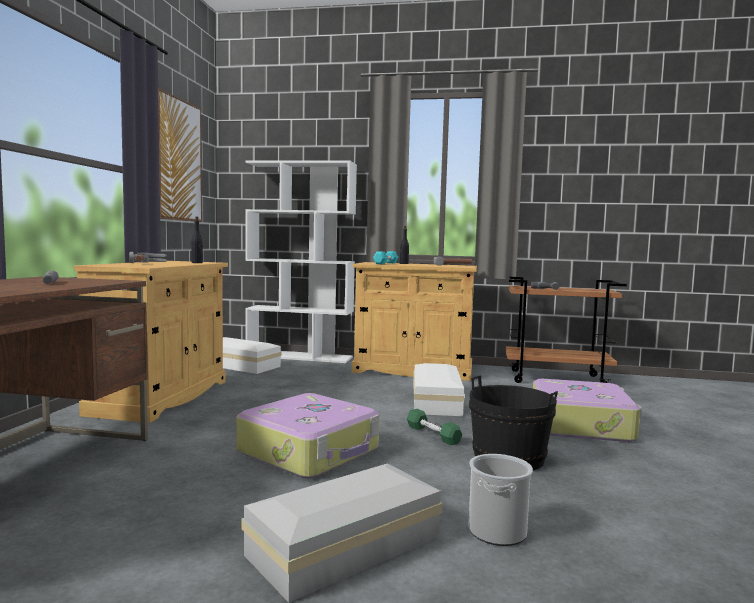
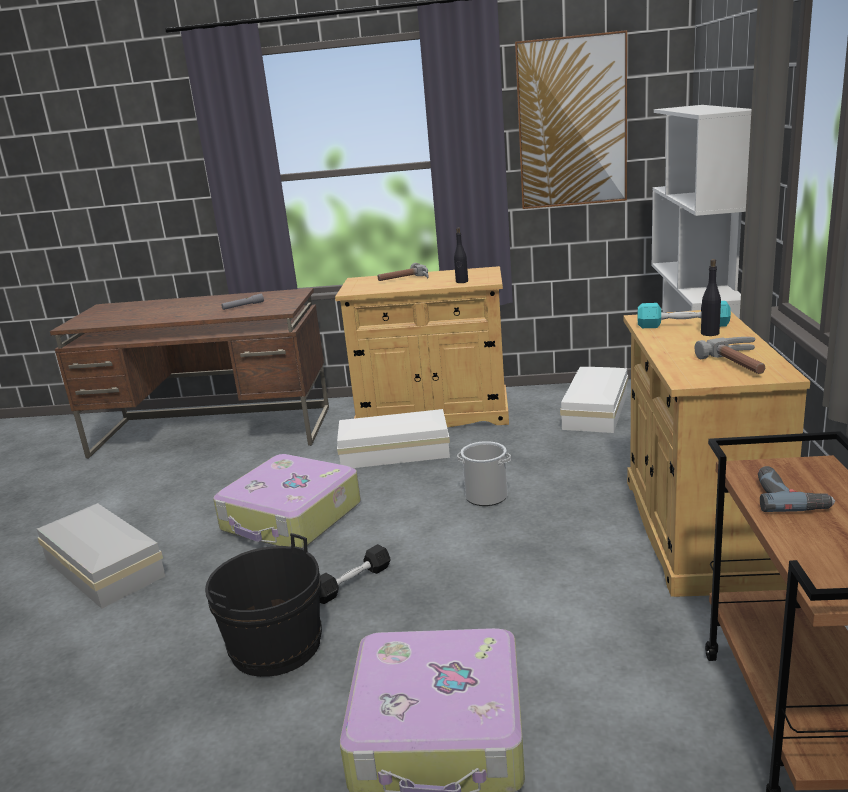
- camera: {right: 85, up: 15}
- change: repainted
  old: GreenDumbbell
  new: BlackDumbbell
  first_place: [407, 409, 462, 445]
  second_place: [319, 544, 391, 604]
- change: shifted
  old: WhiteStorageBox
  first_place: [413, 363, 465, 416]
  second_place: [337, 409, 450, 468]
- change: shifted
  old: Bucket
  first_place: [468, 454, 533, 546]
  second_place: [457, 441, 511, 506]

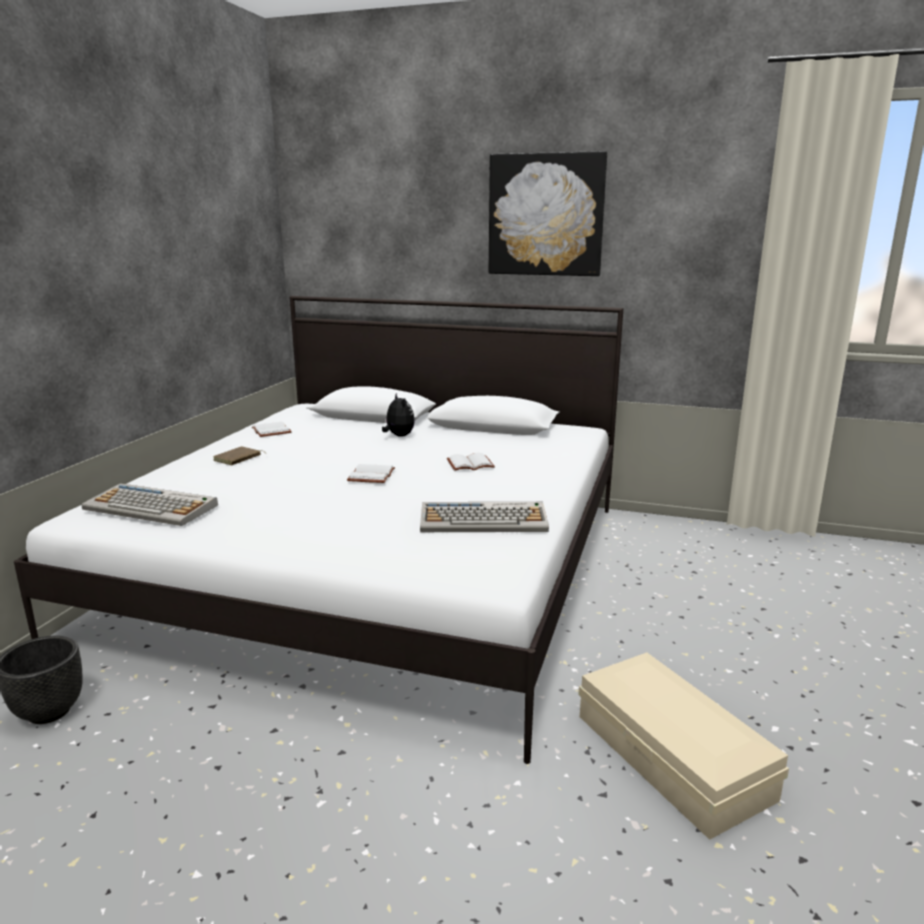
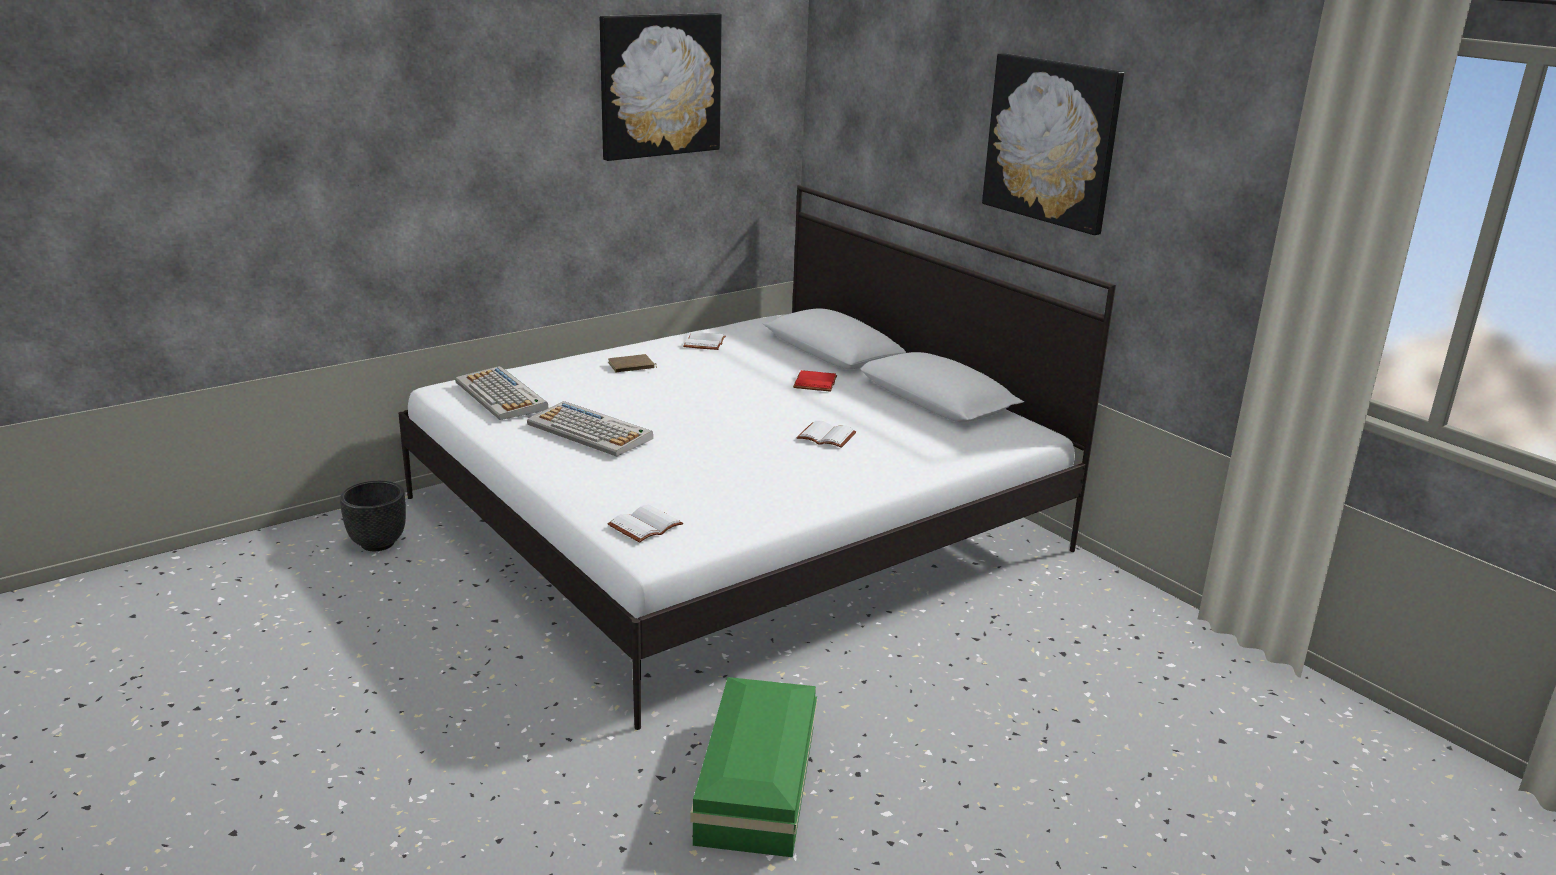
- camera: {right: 35, up: 5}
- change: shifted
  old: WhiteBook
  first_place: [347, 464, 395, 483]
  second_place: [608, 505, 683, 543]
- change: swapped
  old: PlushToy
  new: RedBook
  first_place: [382, 393, 415, 437]
  second_place: [793, 370, 837, 392]
- change: shifted
  old: Keyboard
  first_place: [420, 502, 549, 532]
  second_place: [527, 401, 653, 457]
- change: repainted
  old: BeigeStorageBox
  new: GreenStorageBox
  first_place: [578, 653, 789, 840]
  second_place: [690, 677, 817, 857]
- change: new
  new: Picture
  second_place: [600, 13, 722, 161]

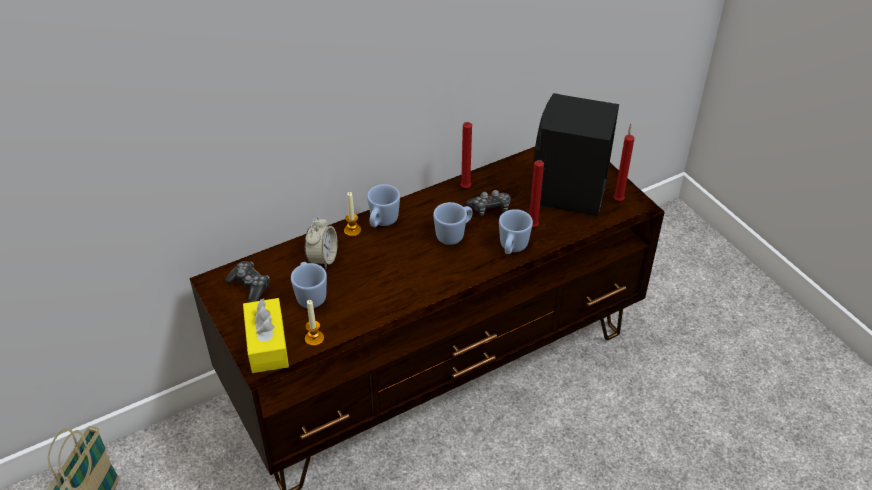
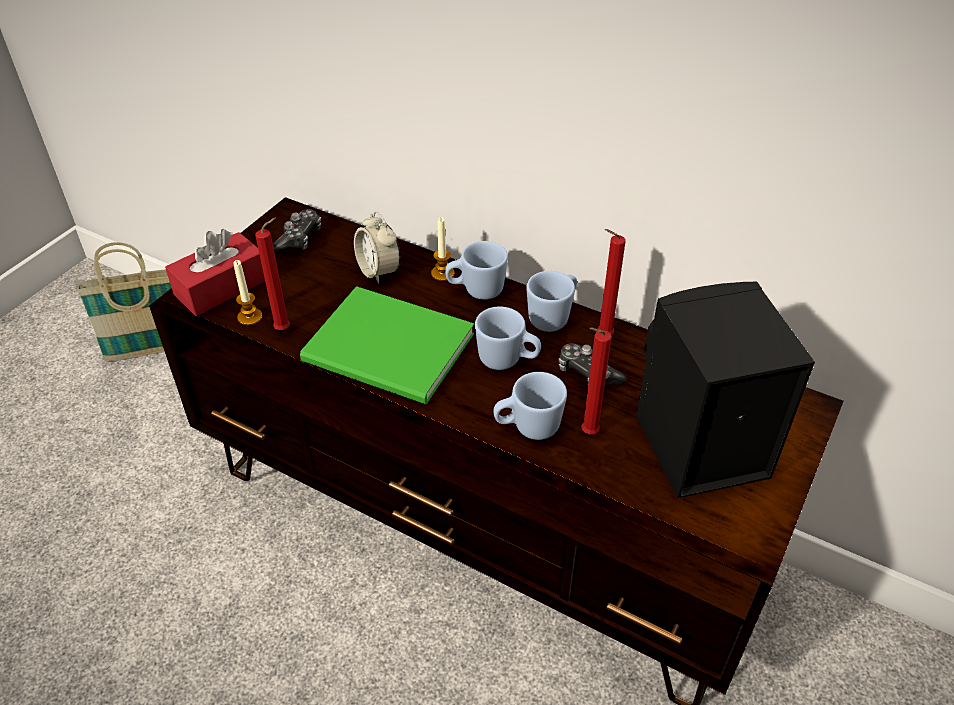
- camera: {right: 60, up: 0}
- change: repainted
  old: YellowTissueBox
  new: RedTissueBox
  first_place: [243, 298, 289, 373]
  second_place: [165, 229, 265, 316]
- change: shifted
  old: BlueMug
  first_place: [291, 262, 327, 308]
  second_place: [526, 271, 577, 332]
- change: rotated
  old: AlarmClock
  first_place: [305, 216, 338, 269]
  second_place: [354, 211, 400, 284]
  degrees: 75
- change: shifted
  old: RedCandle
  first_place: [613, 124, 635, 201]
  second_place: [255, 218, 290, 330]
- change: new
  new: GreenBook
  second_place: [300, 286, 474, 405]

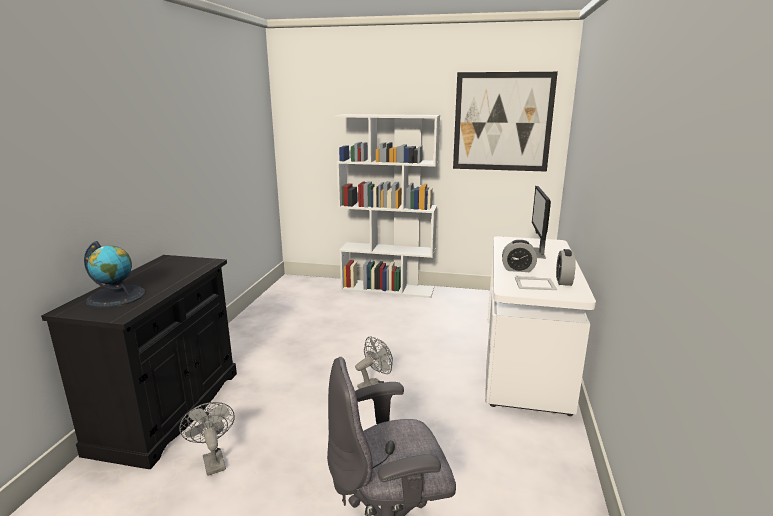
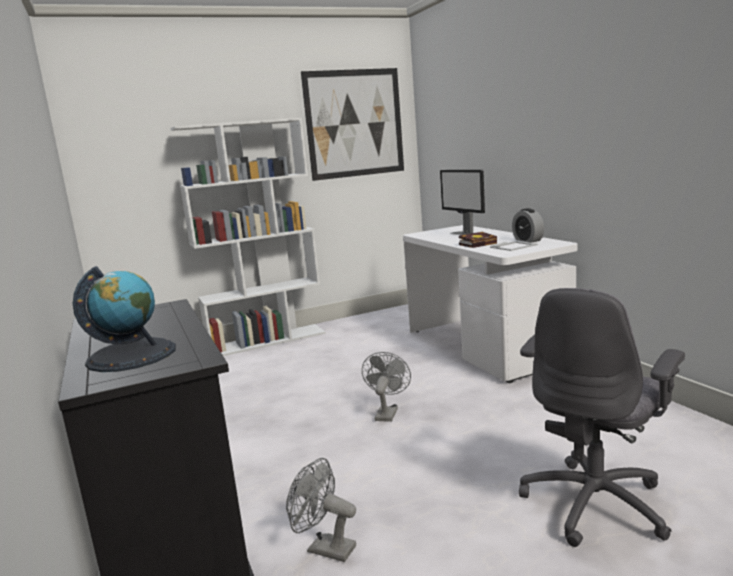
- camera: {right: -35, up: -5}
- change: swapped
  old: AlarmClock
  new: Book
  first_place: [502, 240, 537, 272]
  second_place: [459, 232, 497, 248]

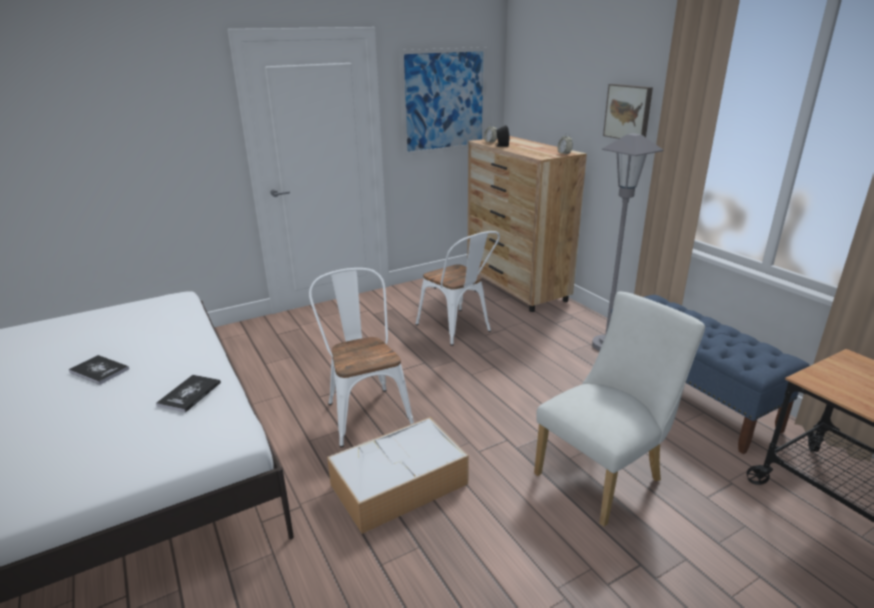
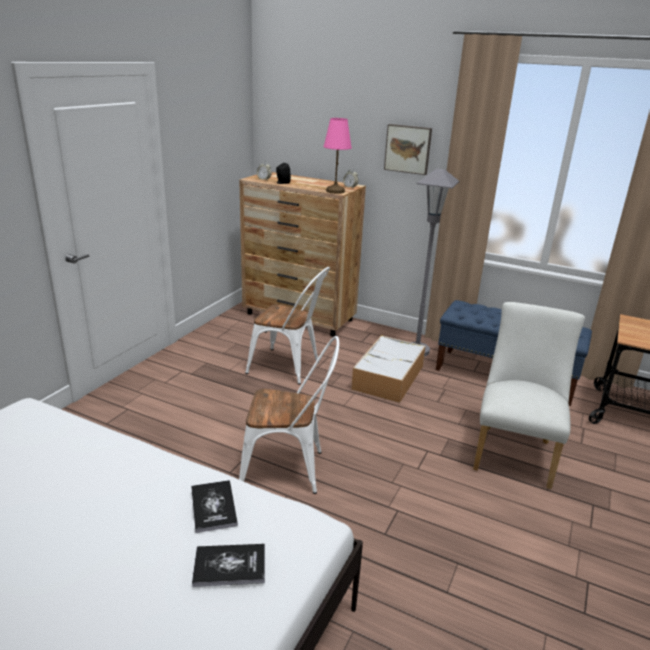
- camera: {right: -35, up: 0}
- change: shifted
  old: Book
  first_place: [68, 355, 129, 385]
  second_place: [192, 544, 265, 587]
- change: rotated
  old: WhiteChair
  first_place: [309, 268, 414, 447]
  second_place: [239, 336, 339, 494]
  degrees: 150
- change: shifted
  old: StorageBox
  first_place: [327, 417, 469, 534]
  second_place: [351, 335, 426, 403]
- change: gone
  old: Picture
  first_place: [399, 47, 487, 156]
- change: new
  new: PinkTableLamp
  second_place: [324, 118, 352, 194]

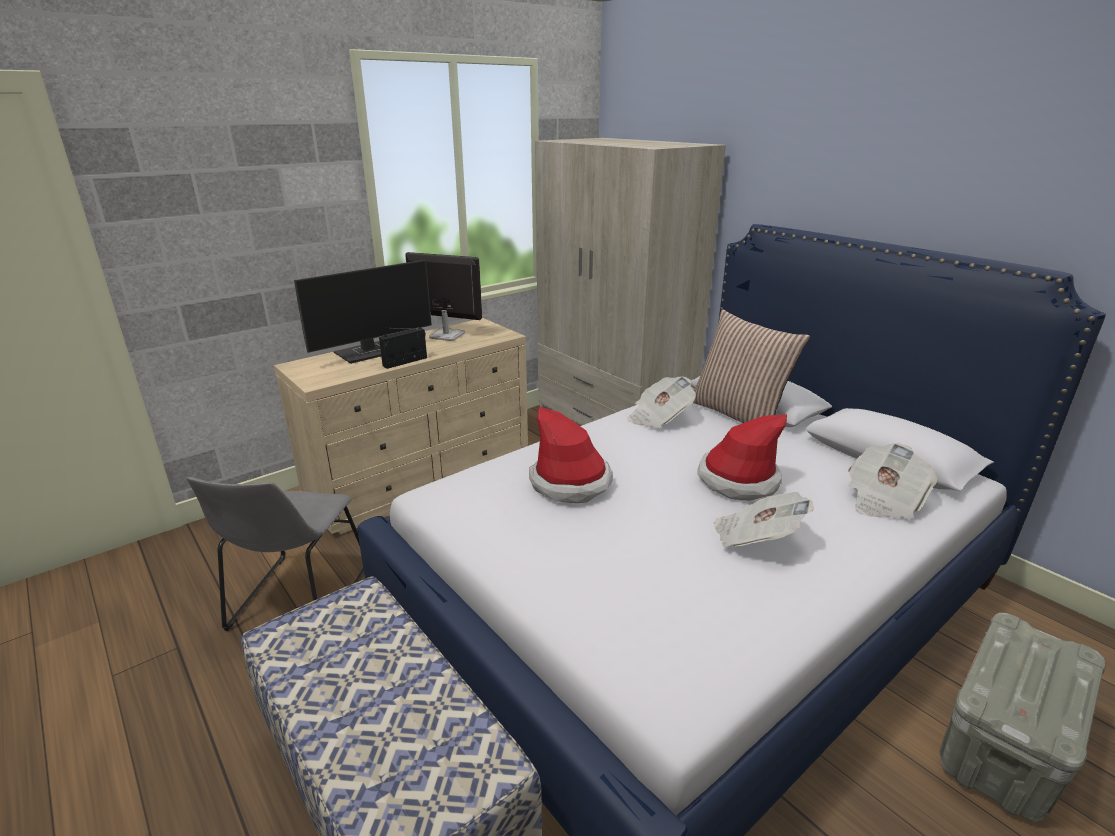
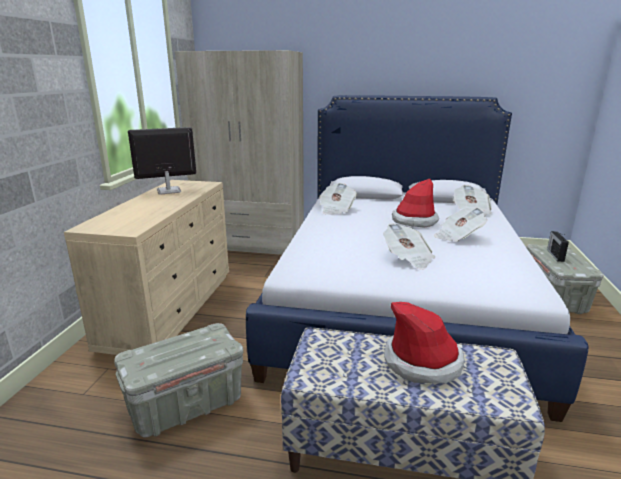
- camera: {right: -40, up: -5}
- change: swapped
  old: GreyChair
  new: GreyStorageBox
  first_place: [186, 477, 364, 631]
  second_place: [114, 323, 243, 438]
- change: gone
  old: Monitor
  first_place: [294, 260, 432, 364]
- change: shifted
  old: Radio
  first_place: [379, 327, 427, 369]
  second_place: [547, 231, 569, 262]
- change: shifted
  old: Hat
  first_place: [529, 407, 613, 503]
  second_place: [384, 302, 464, 383]
- change: gone
  old: Pillow
  first_place: [693, 309, 810, 423]
- change: new
  new: Newspaper
  second_place: [383, 223, 435, 270]

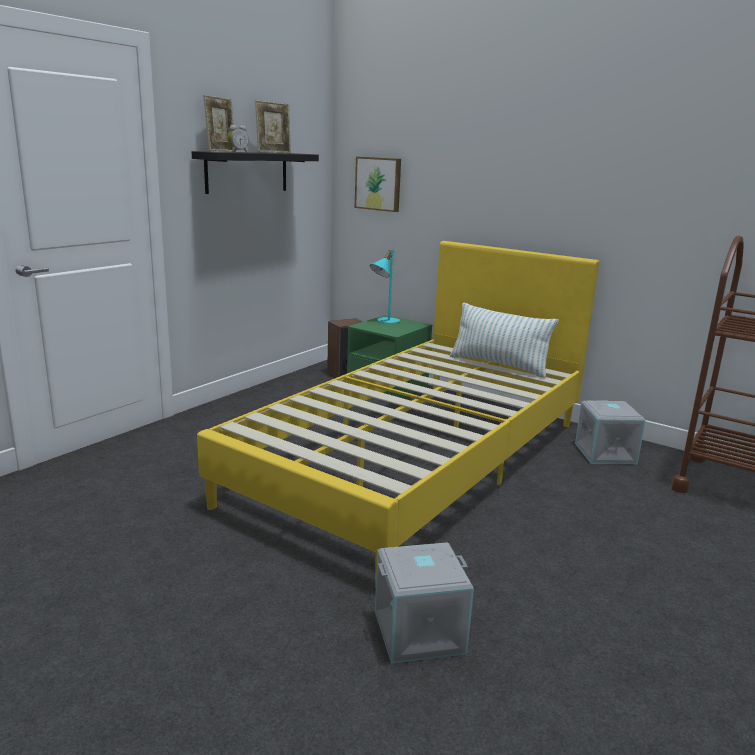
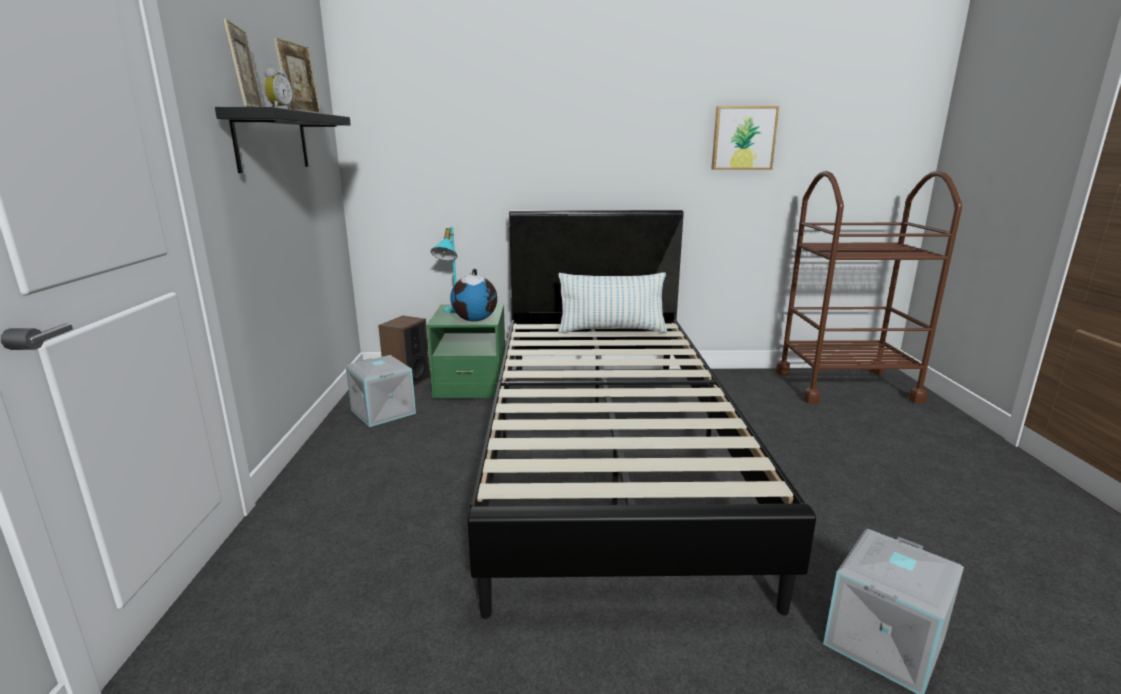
- camera: {right: -35, up: 0}
- change: repainted
  old: YellowBed
  new: BlackBed
  first_place: [197, 241, 599, 588]
  second_place: [468, 210, 816, 619]
- change: shifted
  old: Picture
  first_place: [355, 157, 401, 212]
  second_place: [711, 106, 779, 170]
- change: shifted
  old: GreyStorageBox
  first_place: [575, 400, 646, 464]
  second_place: [346, 355, 416, 427]
- change: new
  new: Globe
  second_place: [450, 268, 497, 322]

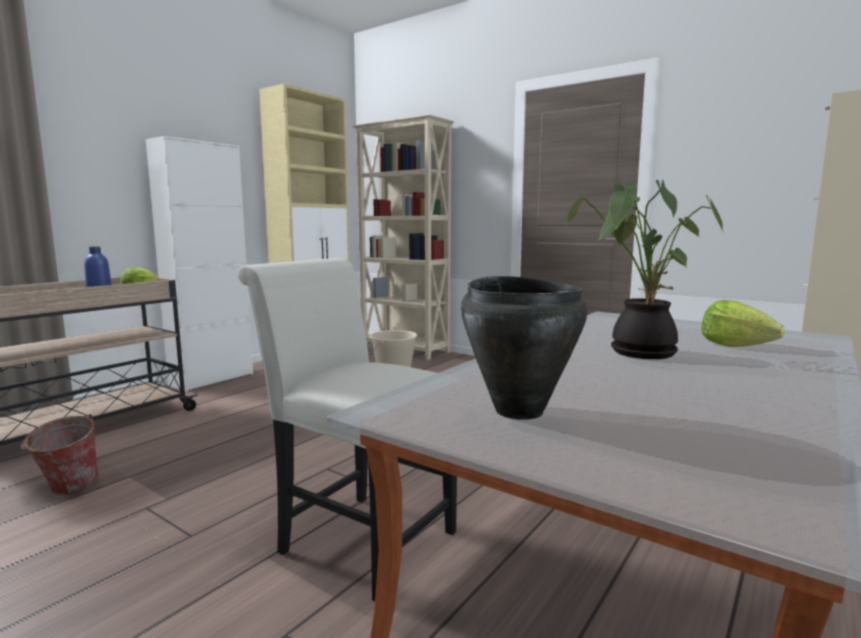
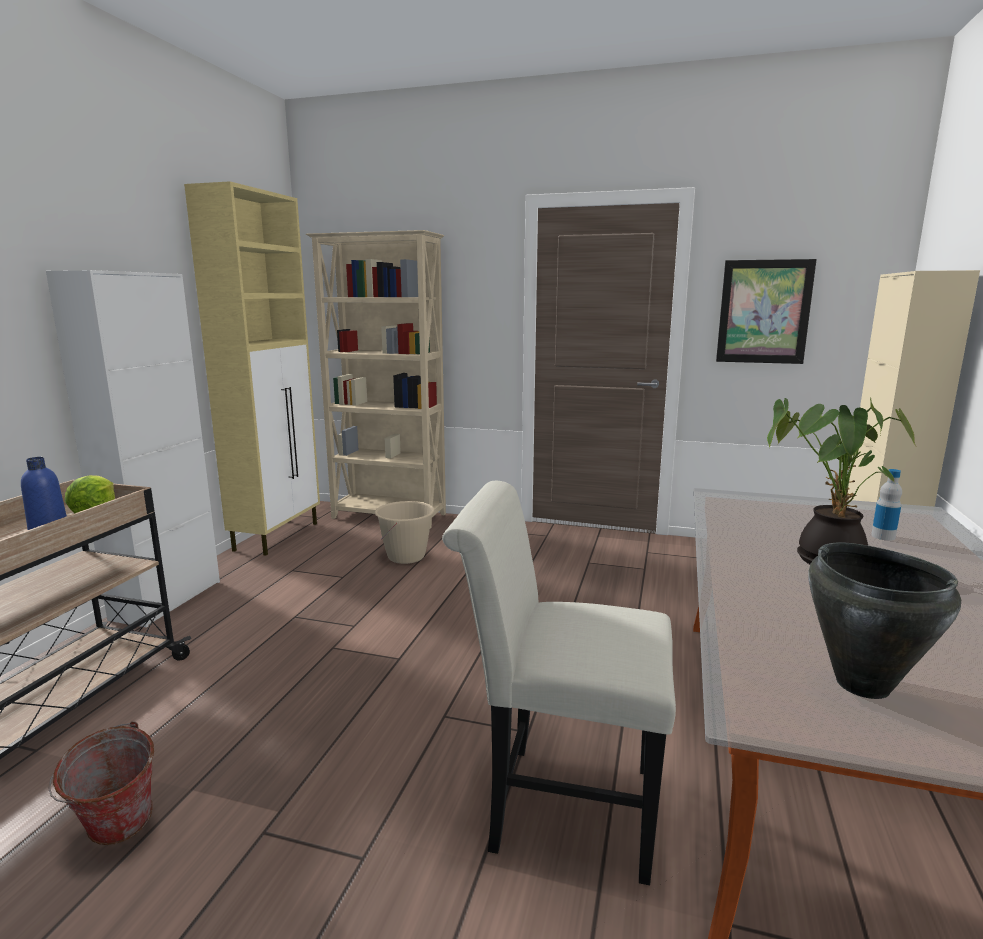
- camera: {right: -20, up: 5}
- change: swapped
  old: Lettuce
  new: Bottle
  first_place: [701, 300, 785, 347]
  second_place: [871, 469, 902, 541]
- change: new
  new: Picture
  second_place: [716, 259, 817, 364]

